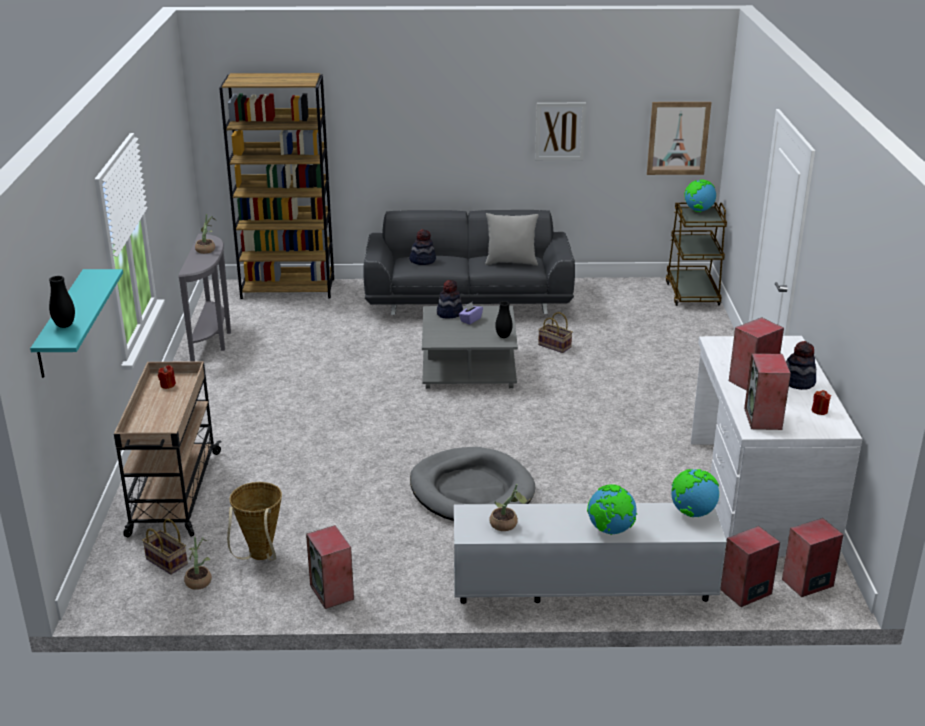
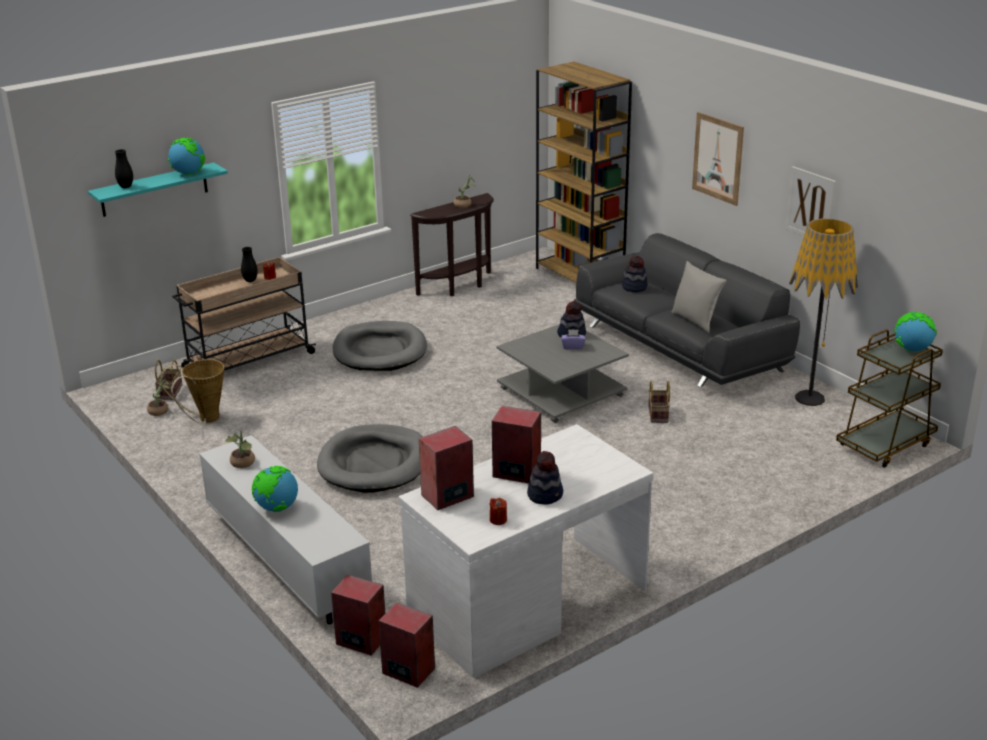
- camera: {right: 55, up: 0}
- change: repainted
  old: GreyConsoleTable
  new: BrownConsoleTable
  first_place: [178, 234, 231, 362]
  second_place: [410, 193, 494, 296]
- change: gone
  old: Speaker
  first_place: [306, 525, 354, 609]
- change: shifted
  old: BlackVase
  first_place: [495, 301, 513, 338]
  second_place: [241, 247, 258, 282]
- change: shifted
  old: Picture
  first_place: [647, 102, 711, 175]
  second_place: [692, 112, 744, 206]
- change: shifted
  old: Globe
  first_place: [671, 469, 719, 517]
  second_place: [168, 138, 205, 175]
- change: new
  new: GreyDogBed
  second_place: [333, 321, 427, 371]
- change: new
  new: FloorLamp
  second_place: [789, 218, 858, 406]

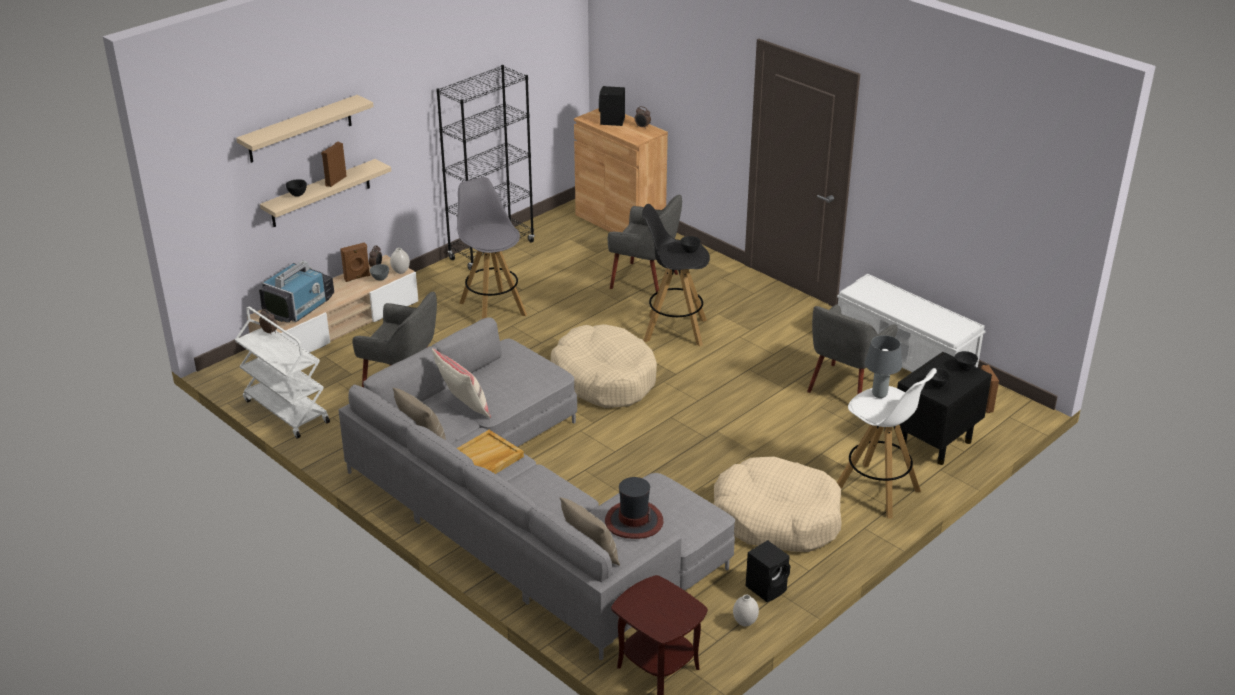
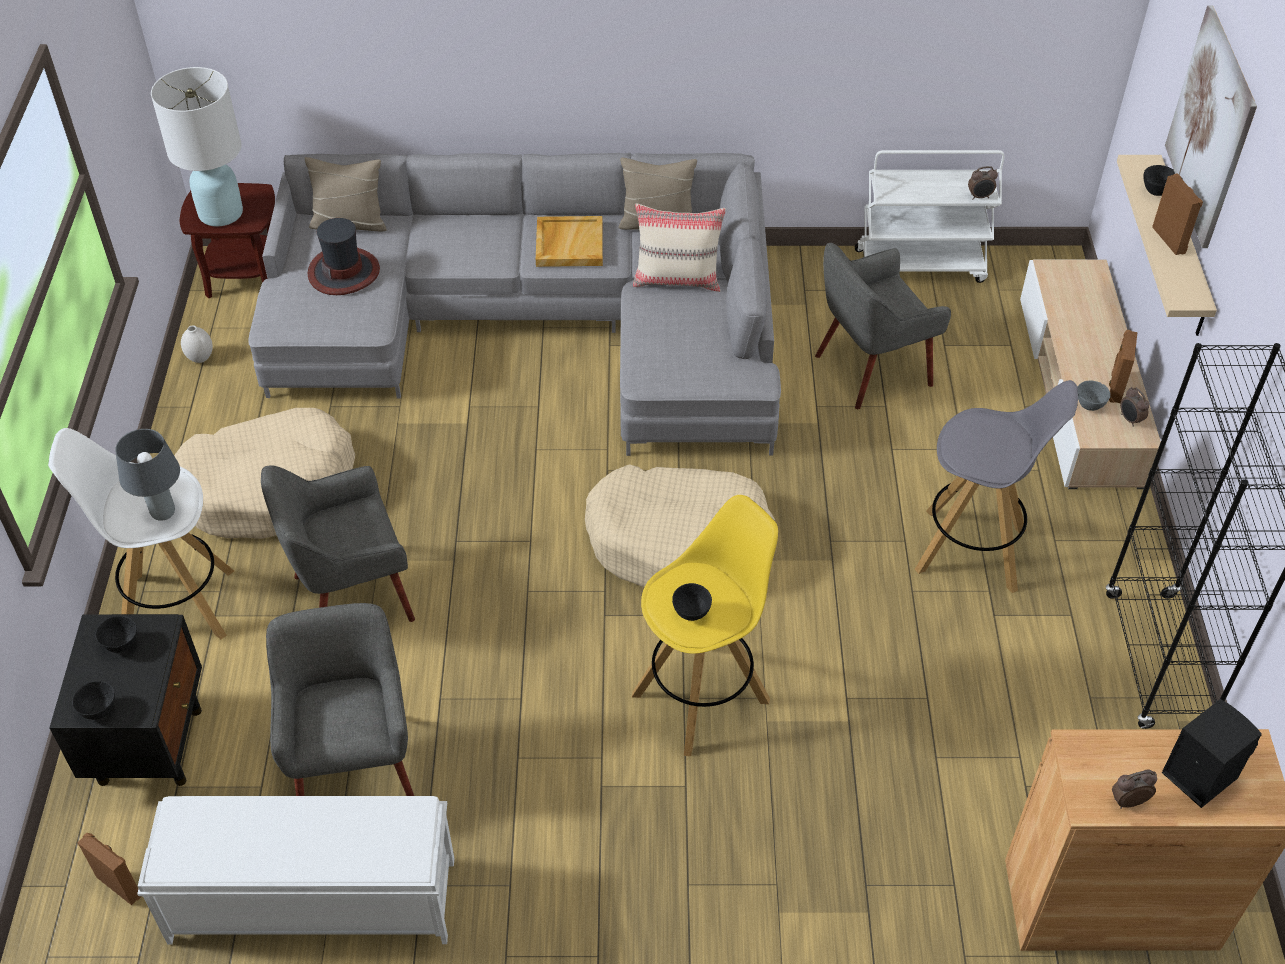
- camera: {right: 135, up: 15}
- change: swapped
  old: BeigeShelf
  new: Picture
  first_place: [236, 95, 374, 163]
  second_place: [1165, 5, 1257, 248]
- change: gone
  old: Television
  first_place: [259, 260, 334, 322]
- change: gone
  old: WhiteVase
  first_place: [390, 248, 410, 274]
- change: shifted
  old: GreyArmchair
  first_place: [608, 195, 682, 295]
  second_place: [261, 465, 415, 622]
- change: repainted
  old: BlackStool
  new: YellowStool
  first_place: [642, 204, 710, 346]
  second_place: [632, 495, 778, 756]
- change: gone
  old: BlackSpeaker
  first_place: [746, 540, 790, 602]
- change: new
  new: WhiteTableLamp
  second_place: [151, 67, 243, 226]

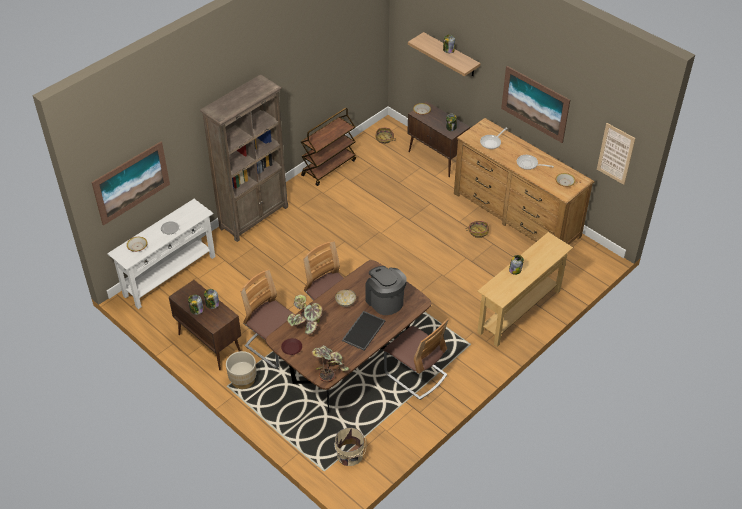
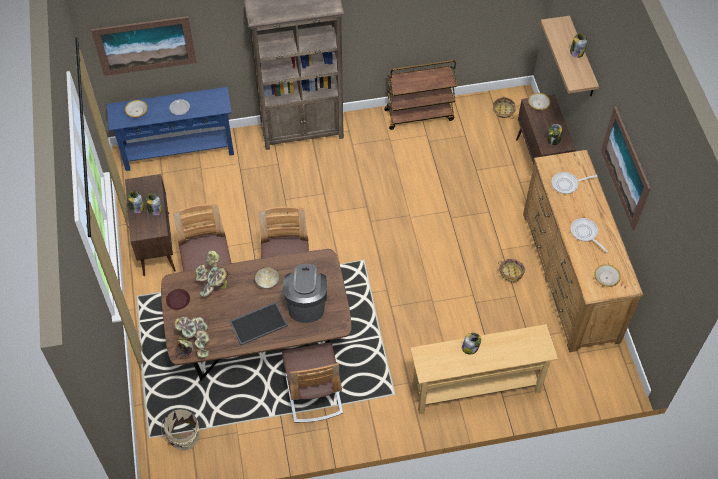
- camera: {right: 35, up: 10}
- change: repainted
  old: WhiteConsoleTable
  new: BlueConsoleTable
  first_place: [107, 199, 215, 309]
  second_place: [107, 87, 234, 171]
- change: gone
  old: BeigePlanter
  first_place: [226, 351, 256, 389]
- change: gone
  old: Picture
  first_place: [597, 123, 636, 185]

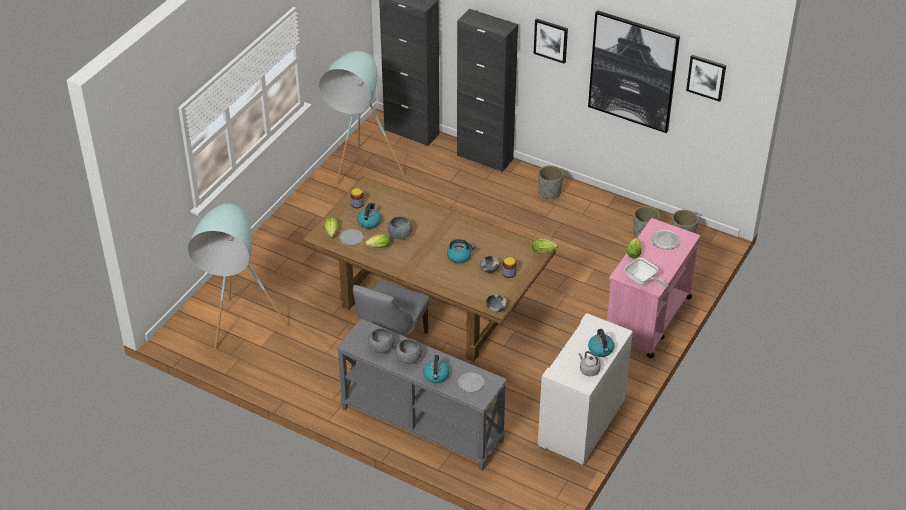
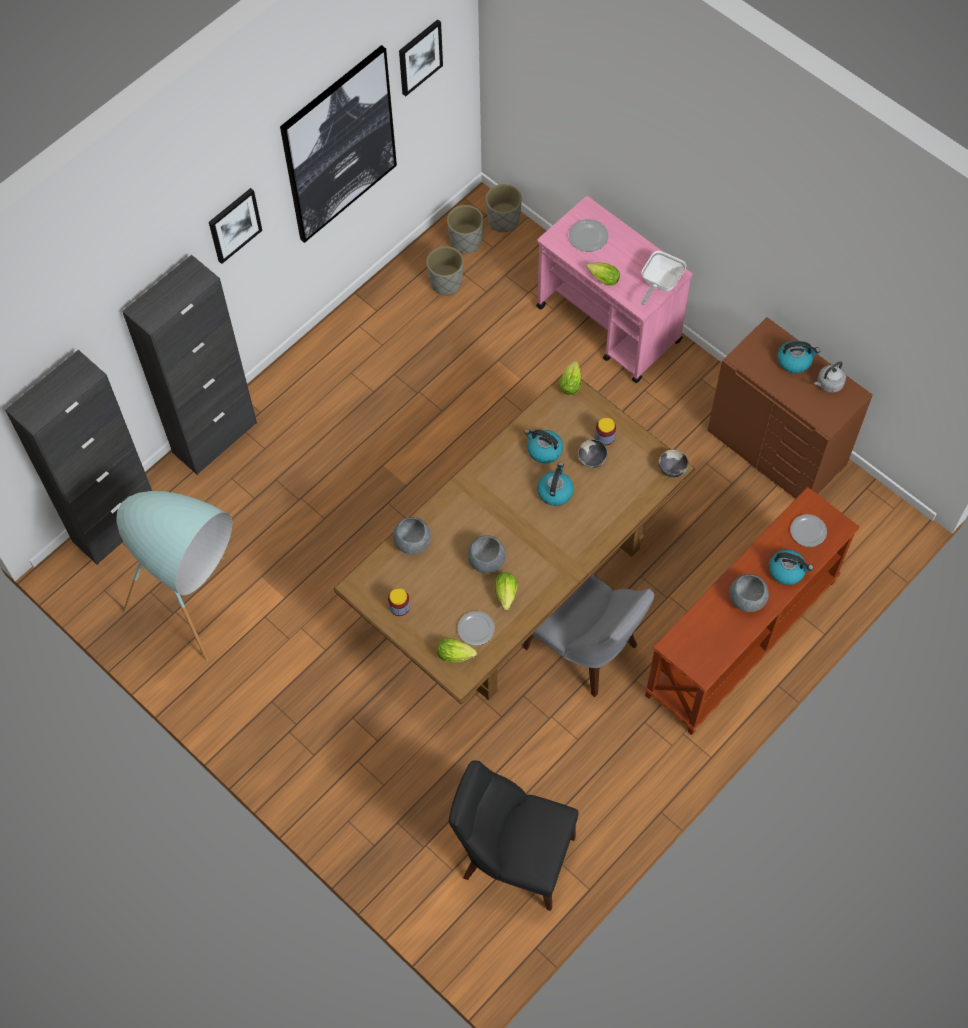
- camera: {right: -75, up: 20}
- change: swapped
  old: TurquoiseFloorLamp
  new: BlackChair
  first_place: [188, 203, 290, 349]
  second_place: [449, 760, 578, 911]
- change: repainted
  old: GreyConsoleTable
  new: BrownConsoleTable
  first_place: [336, 319, 507, 471]
  second_place: [644, 487, 859, 735]
- change: shifted
  old: Kettle
  first_place: [357, 203, 381, 229]
  second_place: [525, 429, 563, 464]
- change: shifted
  old: GreyBowl
  first_place: [368, 328, 395, 353]
  second_place: [393, 517, 431, 554]
- change: shifted
  old: GreyPlanter
  first_place: [538, 165, 563, 199]
  second_place: [486, 184, 522, 232]
- change: repainted
  old: WhiteDresser
  new: BrownDresser
  first_place: [538, 313, 633, 466]
  second_place: [707, 317, 873, 499]
- change: rotated
  old: FryingPan
  first_place: [625, 258, 668, 288]
  second_place: [641, 251, 686, 305]
  degrees: 150

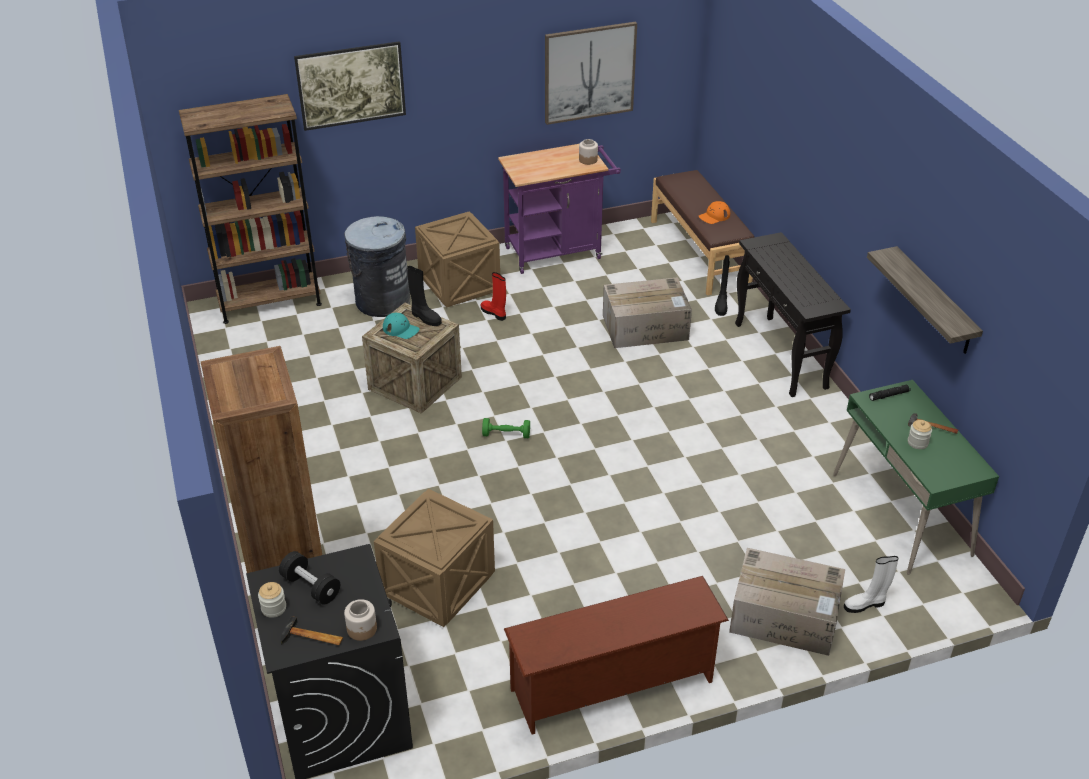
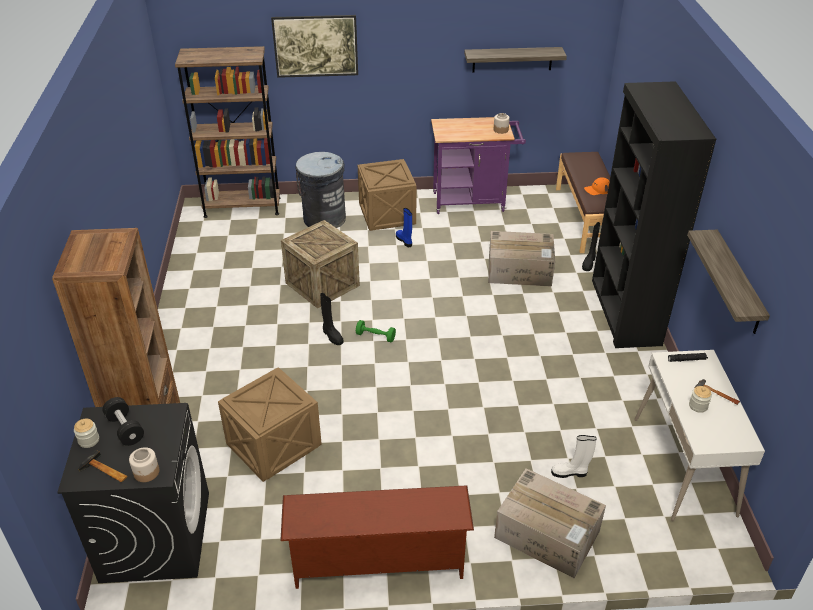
- camera: {right: 15, up: 0}
- change: gone
  old: TurquoiseCap
  first_place: [383, 313, 420, 339]
- change: shifted
  old: BlackBoot
  first_place: [407, 266, 442, 326]
  second_place: [320, 293, 343, 345]
- change: repainted
  old: RedBoot
  new: BlueBoot
  first_place: [481, 272, 506, 321]
  second_place: [396, 208, 412, 247]
- change: swapped
  old: Picture
  new: Shelf
  first_place: [545, 22, 637, 125]
  second_place: [464, 47, 567, 73]
- change: swapped
  old: BlackConsoleTable
  new: BlackBookcase
  first_place: [735, 232, 851, 397]
  second_place: [592, 81, 716, 348]
- change: repainted
  old: GreenDesk
  new: WhiteDesk
  first_place: [833, 380, 999, 575]
  second_place: [634, 350, 765, 521]
- change: shifted
  old: WhiteBoot
  first_place: [844, 556, 898, 613]
  second_place: [551, 435, 597, 478]

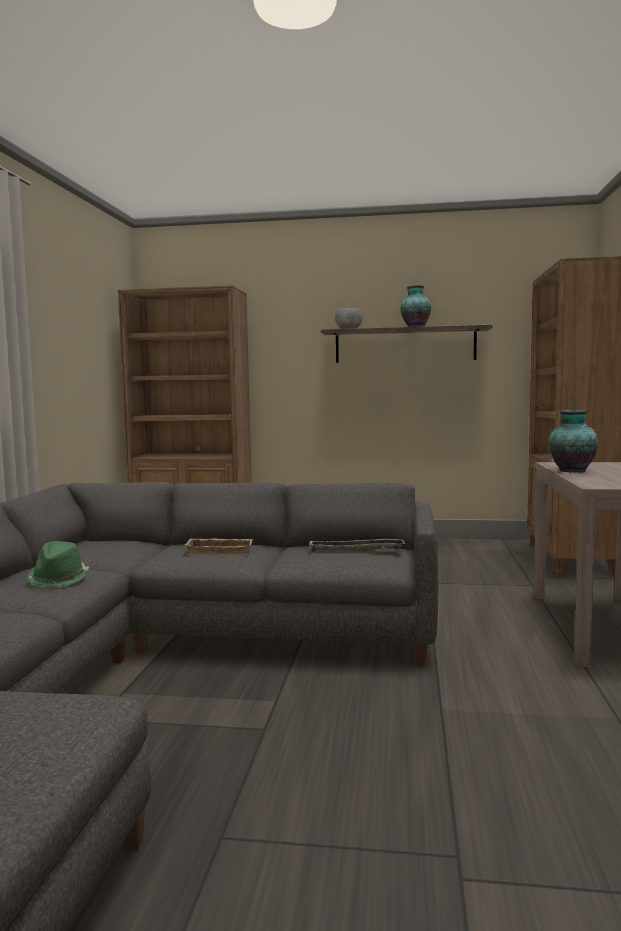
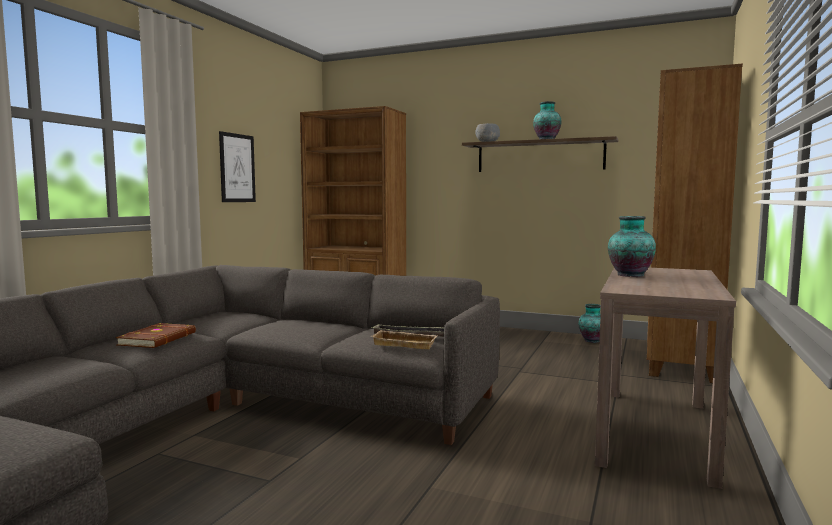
- camera: {right: 15, up: 0}
- change: swapped
  old: GreenHat
  new: BrownBook
  first_place: [27, 541, 89, 588]
  second_place: [116, 323, 196, 348]
- change: shifted
  old: BeigeTray
  first_place: [185, 538, 253, 554]
  second_place: [371, 330, 437, 349]
- change: new
  new: Picture
  second_place: [219, 131, 256, 202]
- change: new
  new: Vase
  second_place: [578, 304, 601, 343]

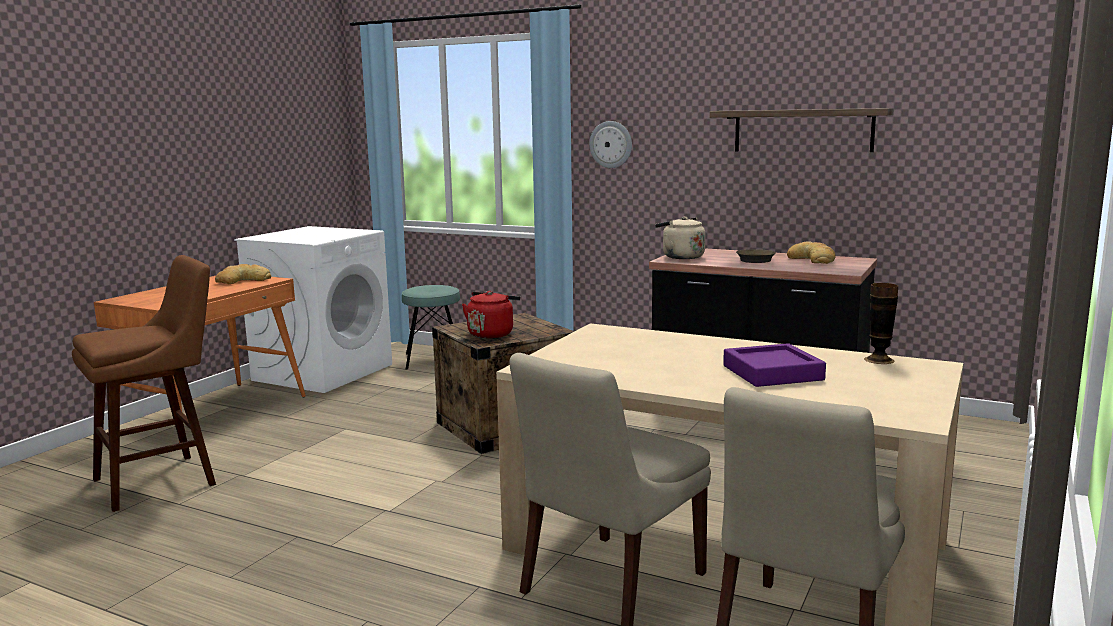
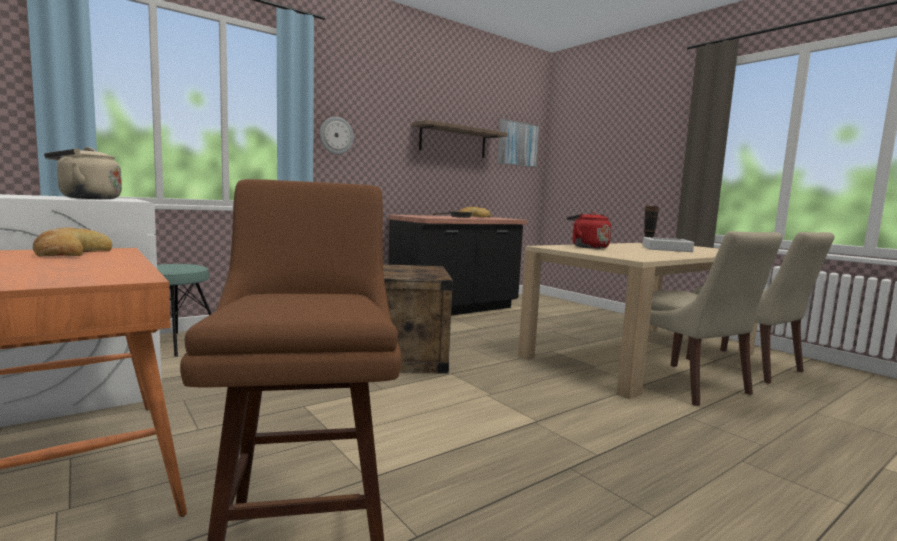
- camera: {right: -65, up: -5}
- change: shifted
  old: RedKettle
  first_place: [462, 291, 520, 338]
  second_place: [567, 212, 611, 249]
- change: shifted
  old: BeigeKettle
  first_place: [655, 216, 705, 259]
  second_place: [44, 147, 122, 199]
- change: repainted
  old: PurpleTray
  new: GreyTray
  first_place: [723, 343, 826, 387]
  second_place: [643, 237, 694, 252]
- change: new
  new: Picture
  second_place: [497, 119, 539, 167]

